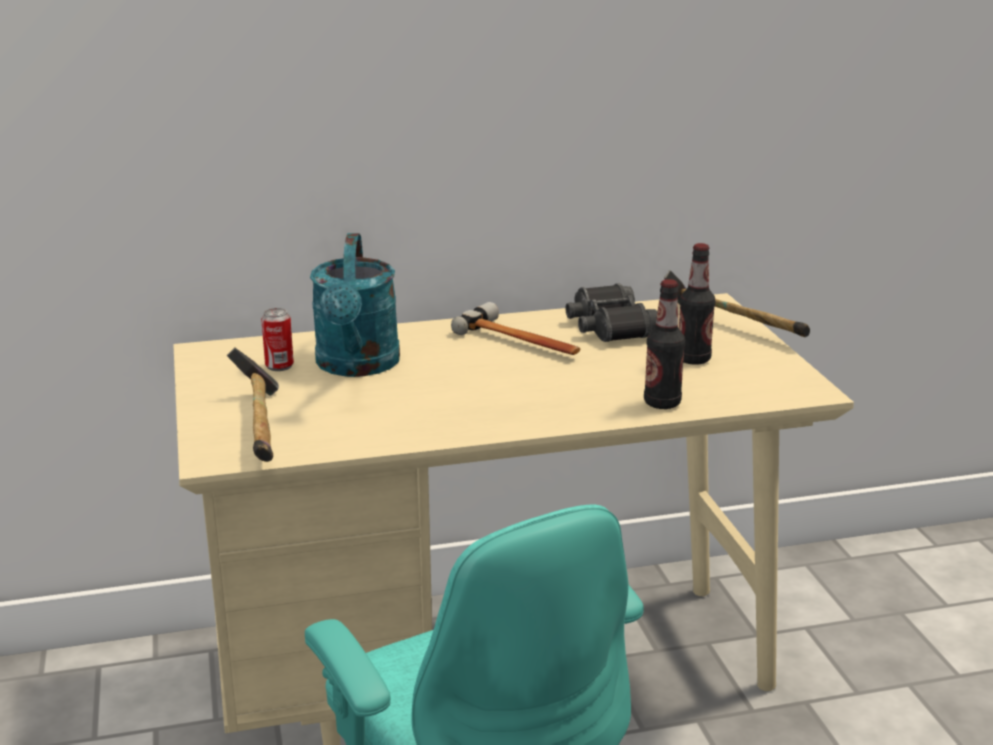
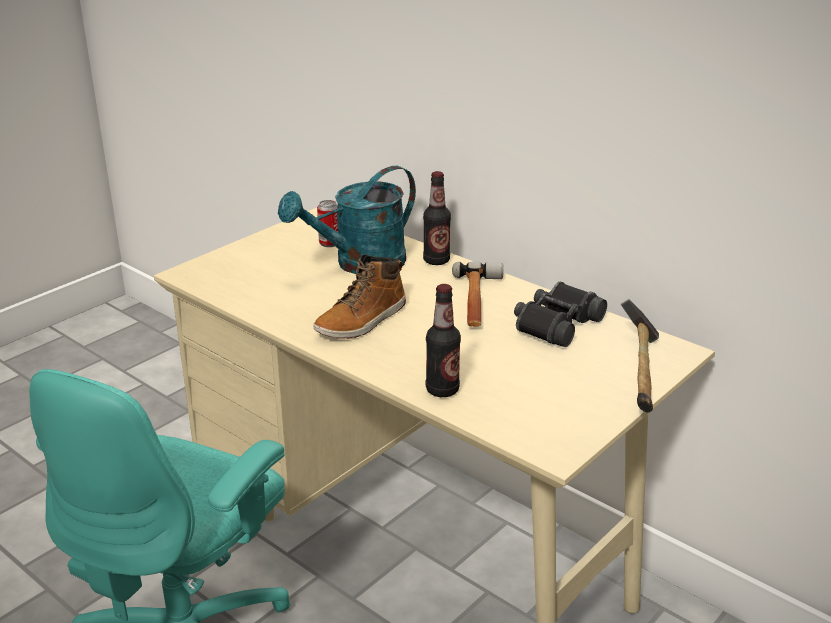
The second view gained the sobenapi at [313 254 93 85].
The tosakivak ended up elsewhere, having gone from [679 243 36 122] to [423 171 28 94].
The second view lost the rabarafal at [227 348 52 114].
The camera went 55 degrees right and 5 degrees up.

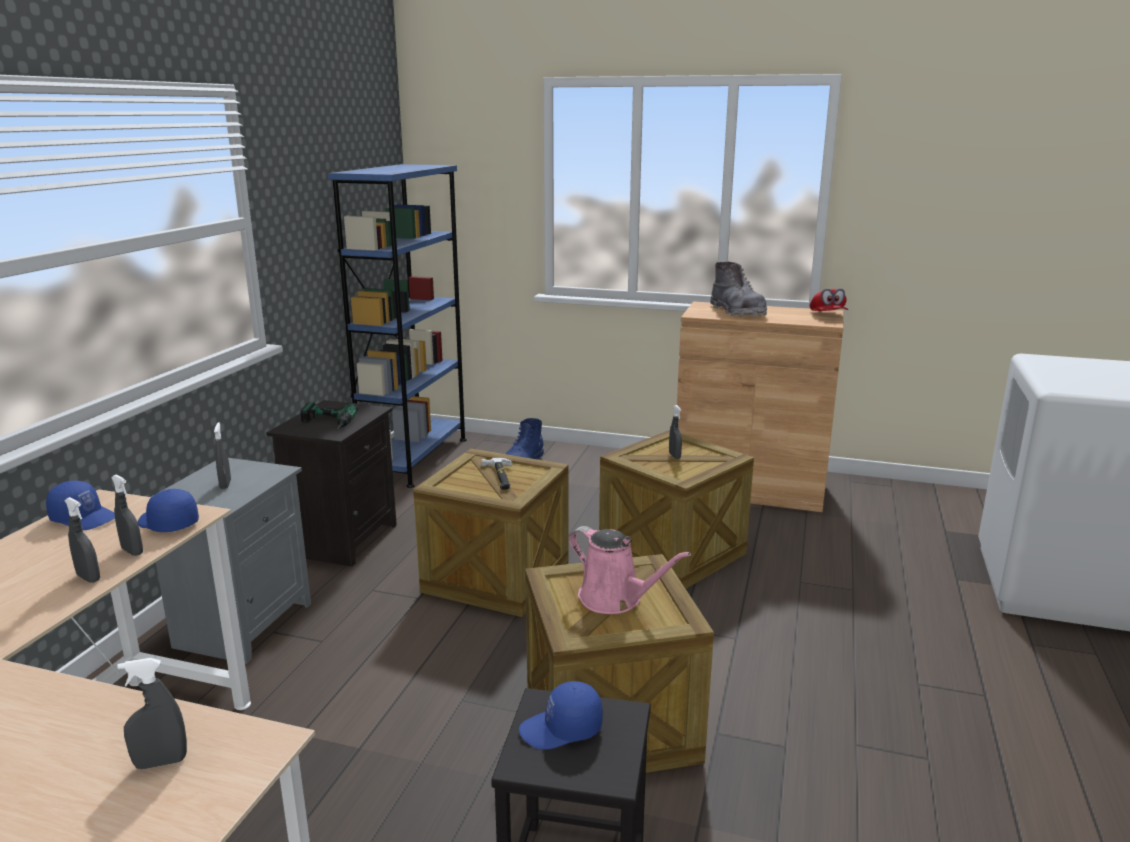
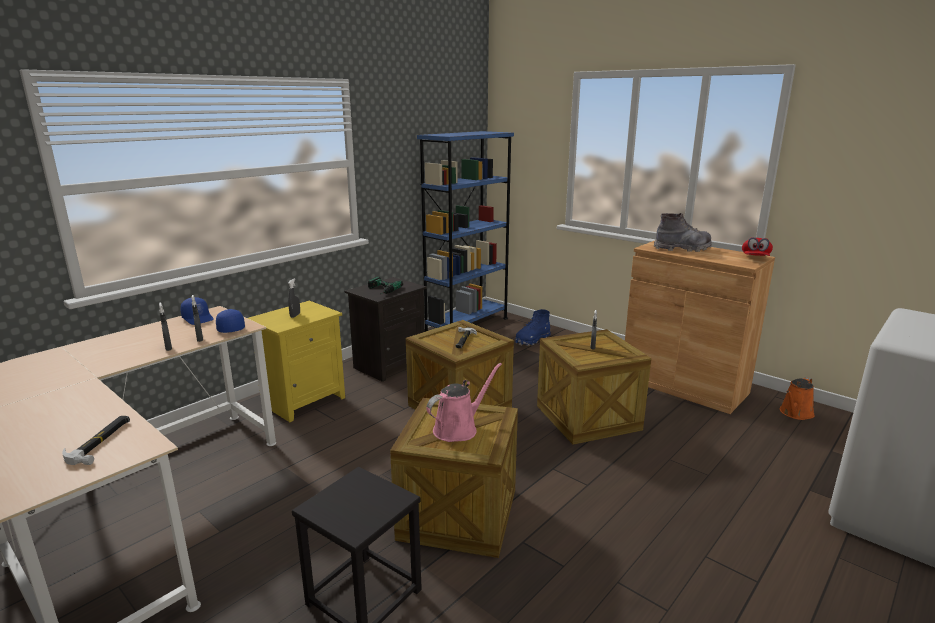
Where the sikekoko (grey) stood at [117 658 70 111], the rabarafal came to stand at [62 416 68 49].
What was the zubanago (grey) at [151 458 160 206] turned into the zubanago (yellow) at [248 301 97 121].
The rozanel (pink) at [569 526 122 88] ended up facing another way, 105 degrees counterclockwise from before.
The sobenapi (grey) at [710 262 57 55] ended up facing another way, 90 degrees counterclockwise from before.
The second view gained the rozanel (orange) at [780 377 35 43].
The second view lost the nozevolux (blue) at [519 681 84 69].
The camera went 25 degrees right and 0 degrees up.

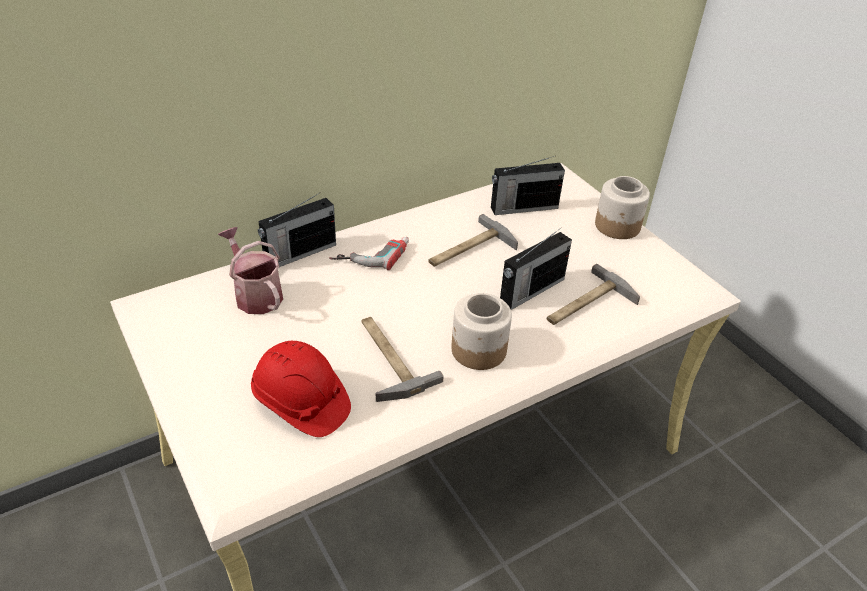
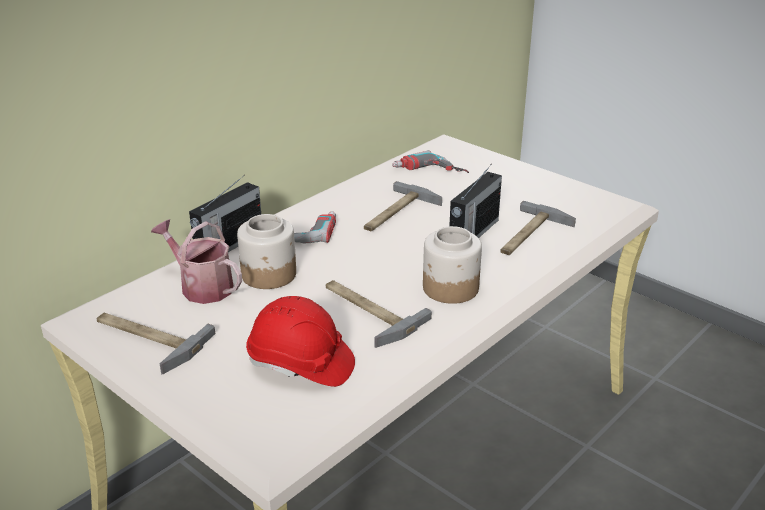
The second view gained the rabarafal at [97 313 118 61].
The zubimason ended up elsewhere, having gone from [595 176 55 63] to [237 214 59 75].
Where the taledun stood at [491 156 74 59], the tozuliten came to stand at [392 150 77 23].
The camera went 15 degrees left and 10 degrees down.

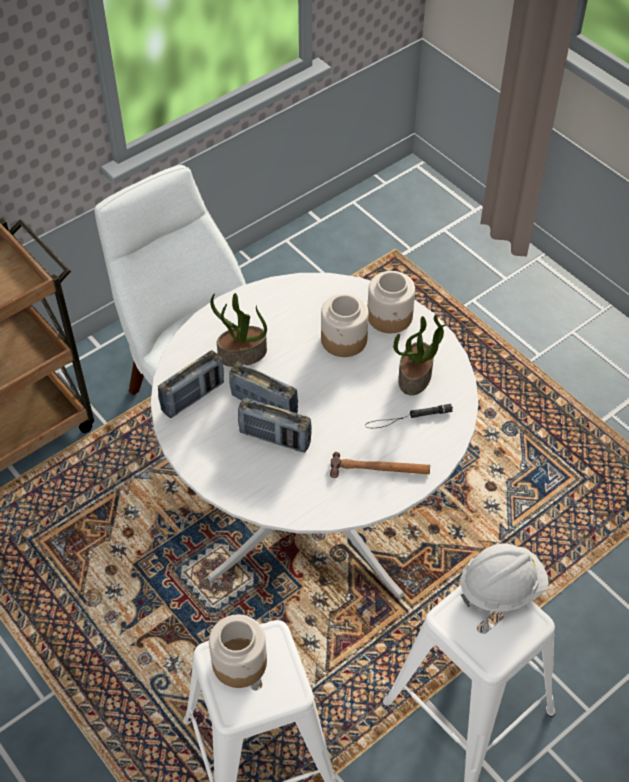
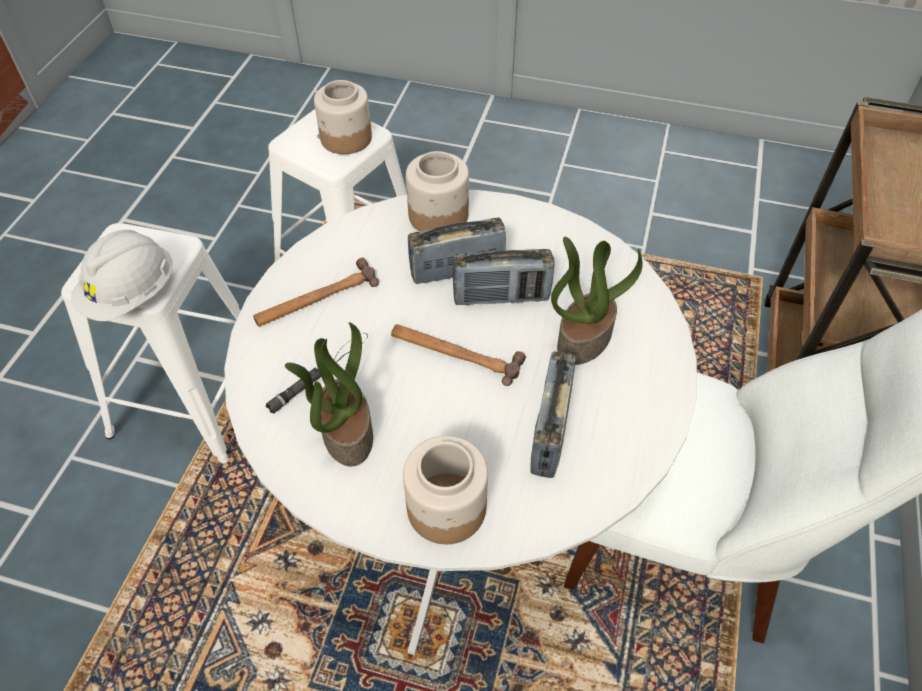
The second view gained the rabarafal at [391 324 135 62].
The zubimason ended up elsewhere, having gone from [321 294 48 63] to [406 151 63 81].
The taledun ended up elsewhere, having gone from [158 350 66 68] to [530 351 45 127].
The camera went 145 degrees right and 0 degrees up.

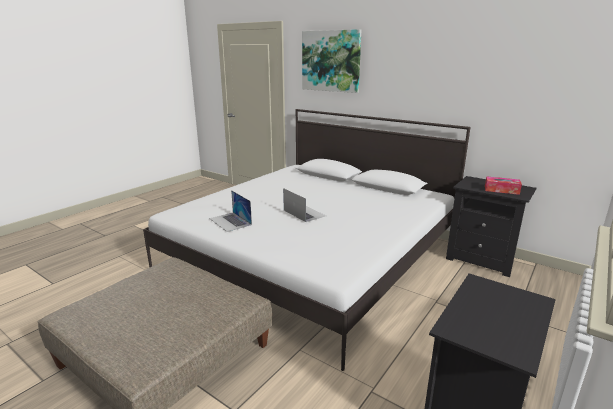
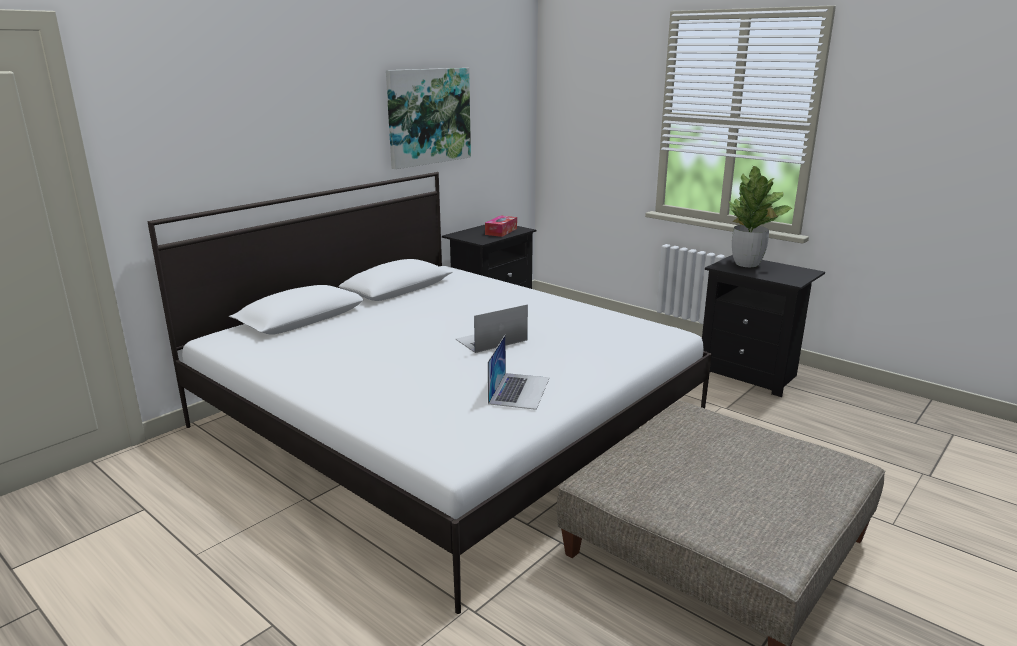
The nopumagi ended up elsewhere, having gone from [302 29 59 64] to [386 68 85 101].
The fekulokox at [209 190 43 42] ended up facing another way, 45 degrees counterclockwise from before.
The second view gained the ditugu at [729 166 63 101].
The camera went 85 degrees left and 0 degrees up.

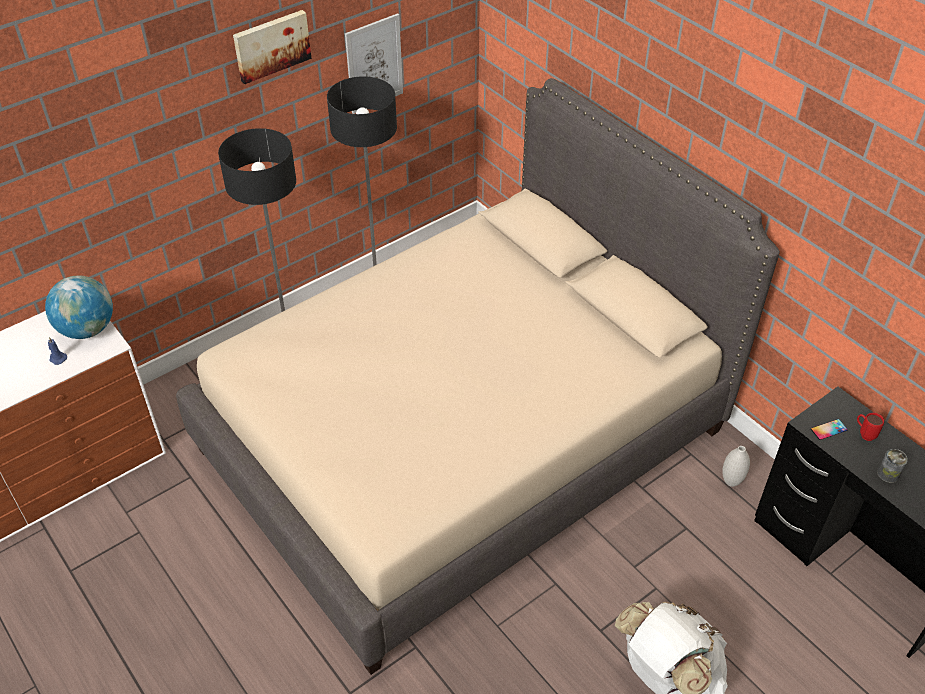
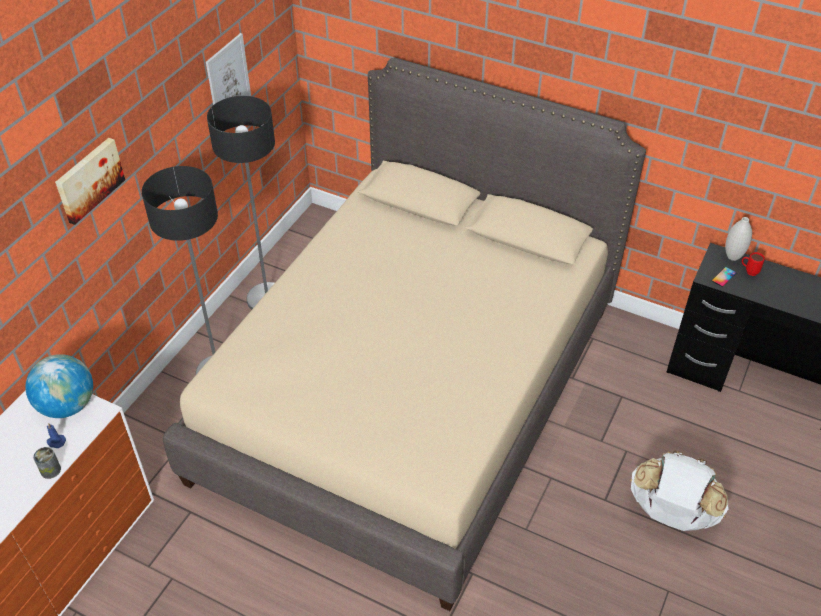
The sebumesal ended up elsewhere, having gone from [877 449 31 34] to [33 447 28 32].
The nopumagi ended up elsewhere, having gone from [233 10 79 74] to [55 138 70 87].
The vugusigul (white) ended up elsewhere, having gone from [722 446 28 41] to [725 217 27 44].
The camera went 25 degrees left and 0 degrees up.

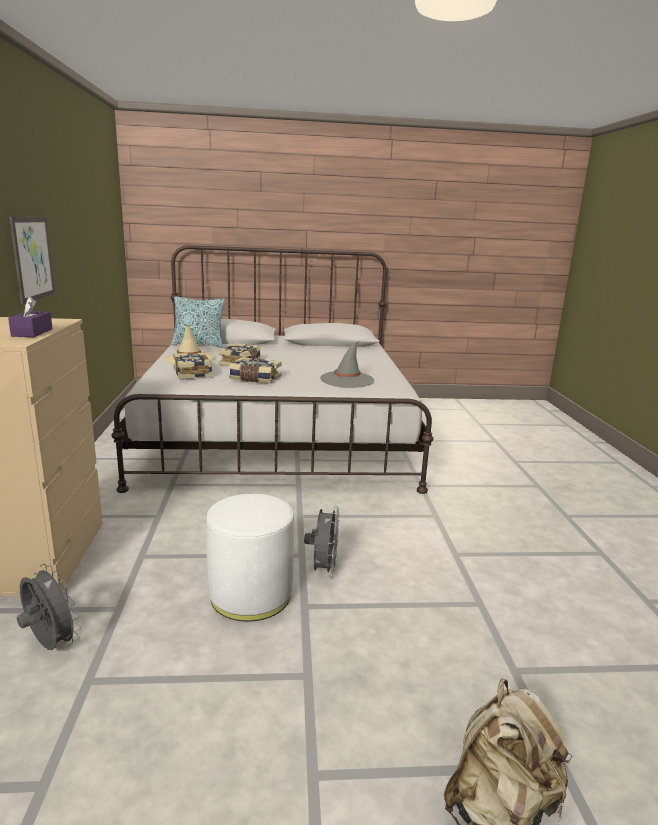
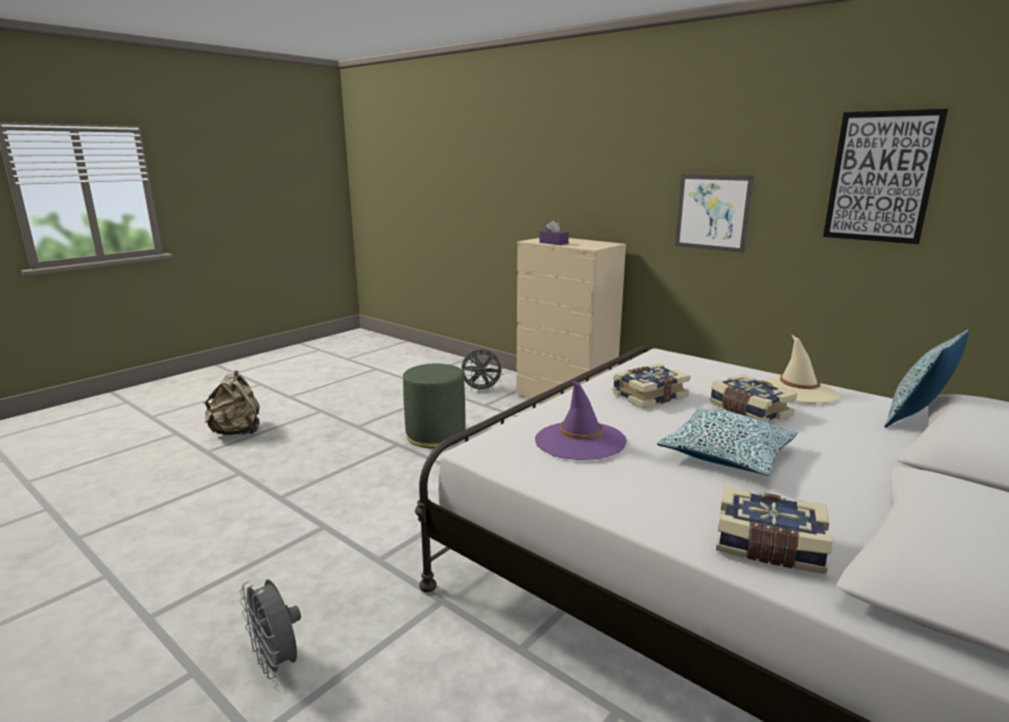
The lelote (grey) ended up elsewhere, having gone from [304 506 35 71] to [239 579 62 100].
What was the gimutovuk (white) at [206 494 88 128] turned into the gimutovuk (green) at [403 364 62 84].
What was the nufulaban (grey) at [320 341 54 47] turned into the nufulaban (purple) at [535 381 92 79].
The second view gained the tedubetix at [657 408 141 68].
The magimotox ended up elsewhere, having gone from [173 352 39 27] to [716 487 116 87].
The second view gained the nopumagi at [823 109 125 135].
The camera went 135 degrees right and 0 degrees up.

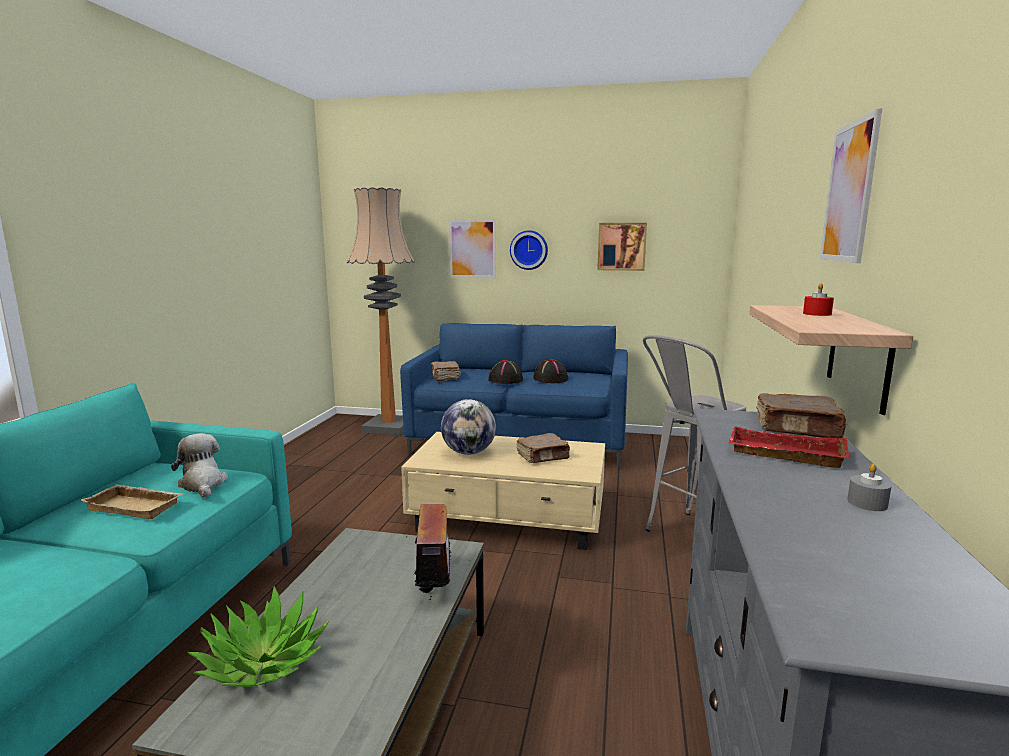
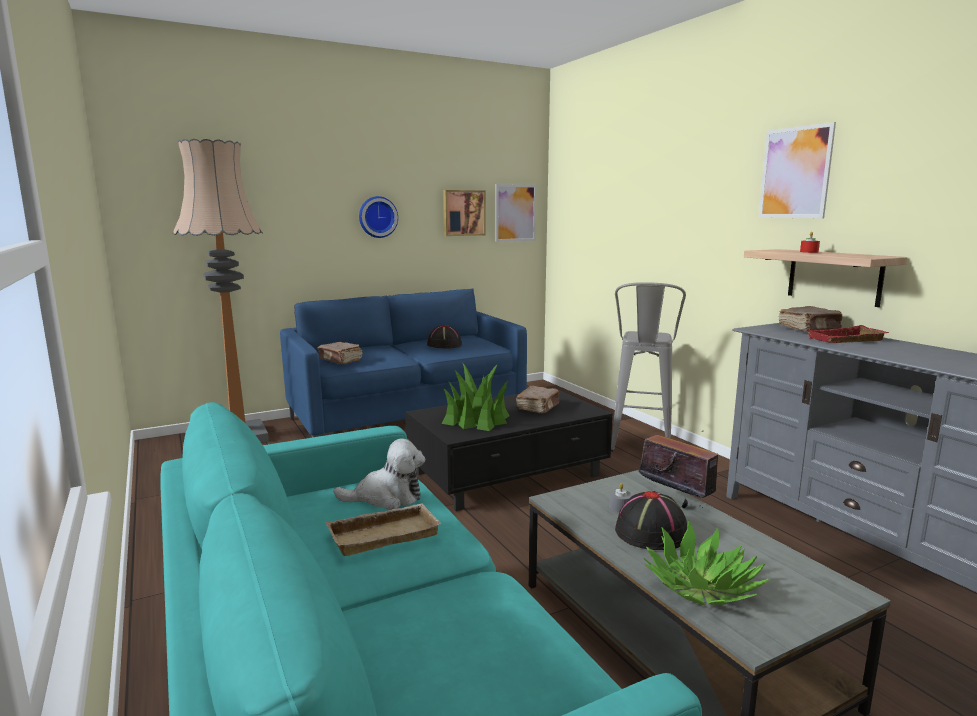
The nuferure at [171 433 57 64] ended up facing another way, 150 degrees clockwise from before.
What was the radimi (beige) at [401 432 204 118] turned into the radimi (black) at [405 388 208 123].
Where the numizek stood at [441 399 55 56], the ditugu came to stand at [442 362 68 69].
The nopumagi ended up elsewhere, having gone from [449 219 47 59] to [495 184 41 58].
The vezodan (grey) ended up elsewhere, having gone from [847 464 45 47] to [609 483 23 30].
The nufulaban (black) ended up elsewhere, having gone from [488 360 35 24] to [615 491 72 59].
The camera went 40 degrees left and 0 degrees up.

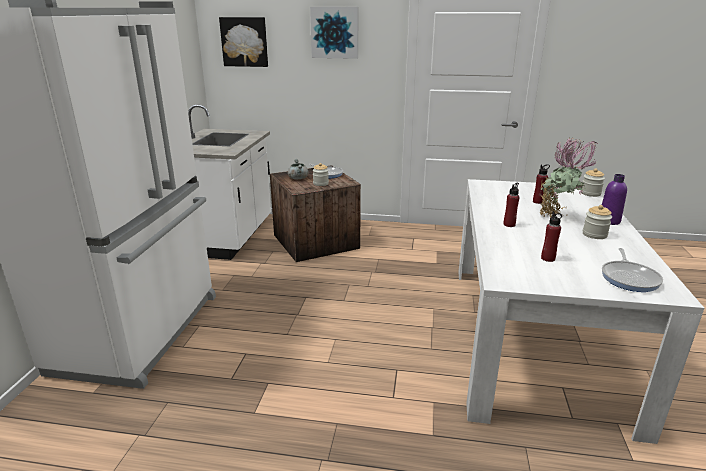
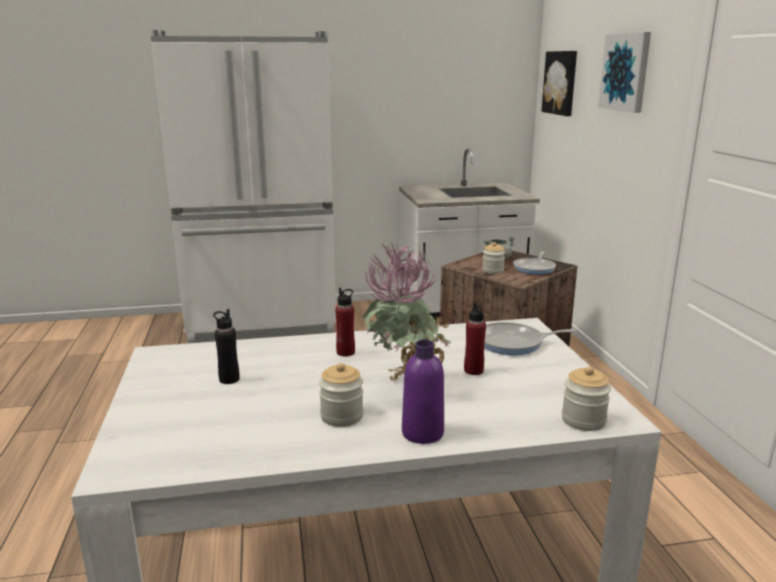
What was the tosakivak (red) at [541 211 21 51] turned into the tosakivak (black) at [213 309 27 75].
The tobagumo ended up elsewhere, having gone from [602 248 61 44] to [484 322 91 33].
The camera went 70 degrees right and 5 degrees down.

